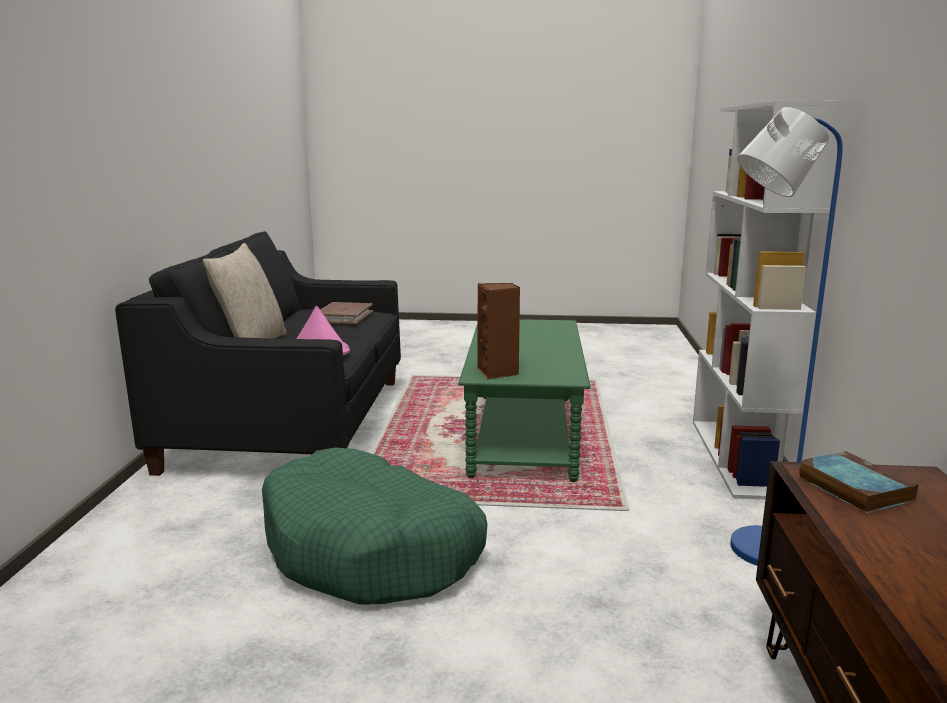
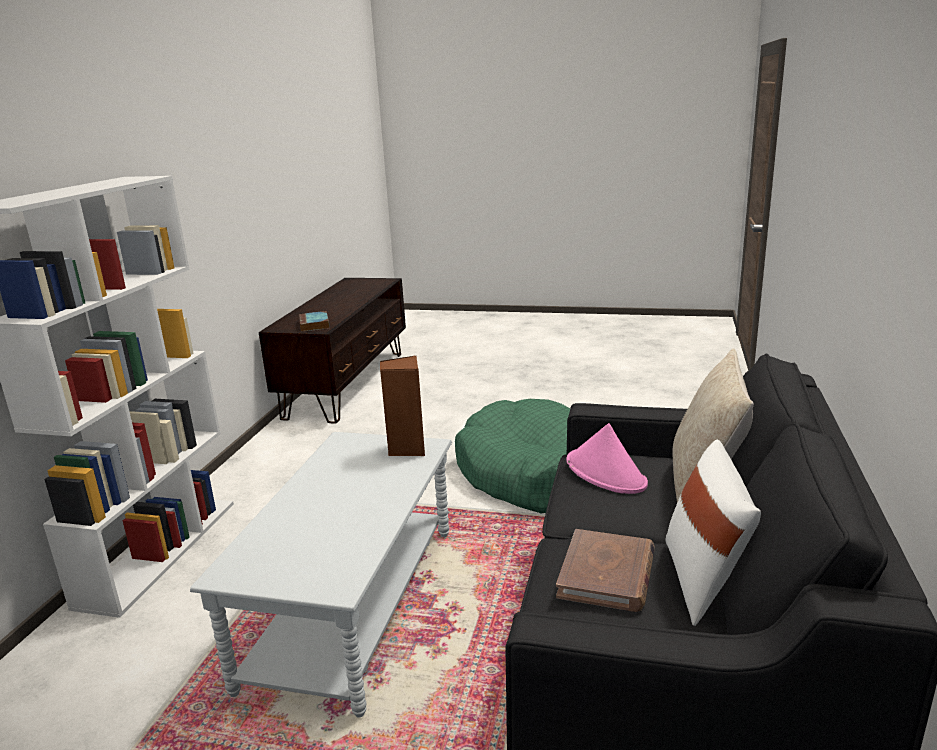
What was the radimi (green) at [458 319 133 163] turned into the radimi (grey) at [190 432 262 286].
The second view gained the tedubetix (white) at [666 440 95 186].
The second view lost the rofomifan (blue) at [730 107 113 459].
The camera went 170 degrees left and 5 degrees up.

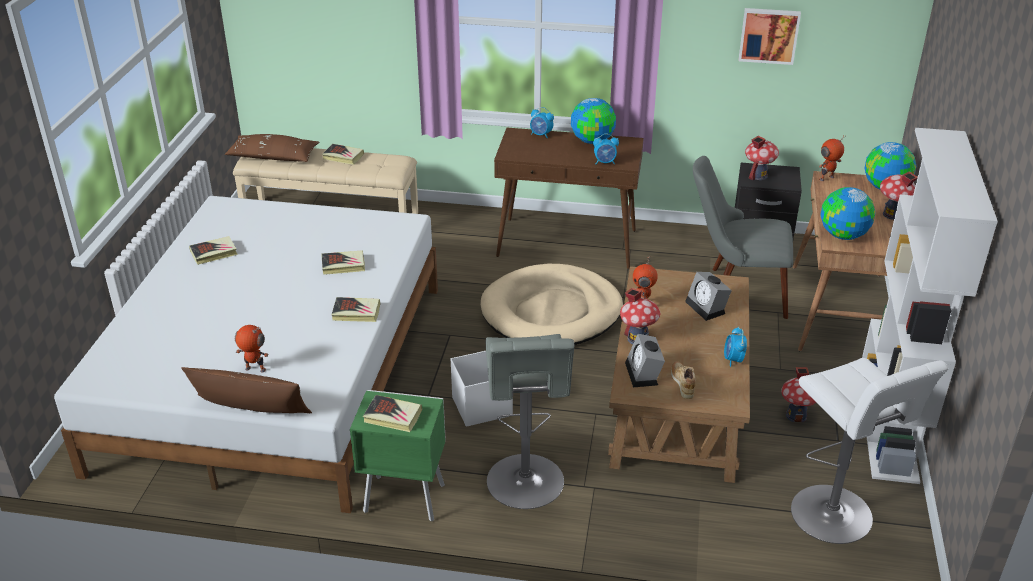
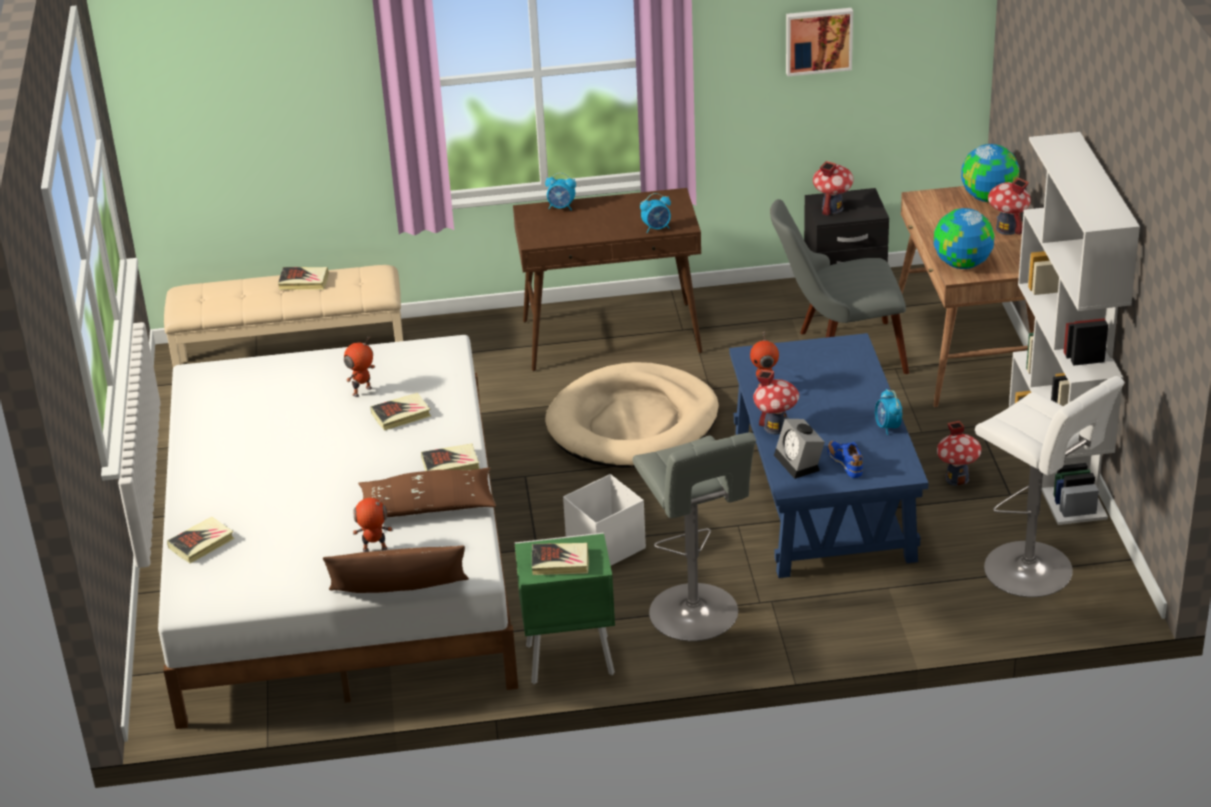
The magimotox ended up elsewhere, having gone from [189 236 49 29] to [167 517 68 46].
The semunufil ended up elsewhere, having gone from [819 135 27 46] to [344 337 31 60].
The tedubetix (brown) ended up elsewhere, having gone from [225 134 94 28] to [358 468 138 49].
What was the radimi (brown) at [608 266 142 217] turned into the radimi (blue) at [729 333 200 245].
What was the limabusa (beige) at [671 362 25 37] turned into the limabusa (blue) at [828 441 35 37].
The second view lost the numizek at [571 98 45 46].
The second view lost the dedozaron at [685 272 47 49].
The camera went 15 degrees left and 0 degrees up.

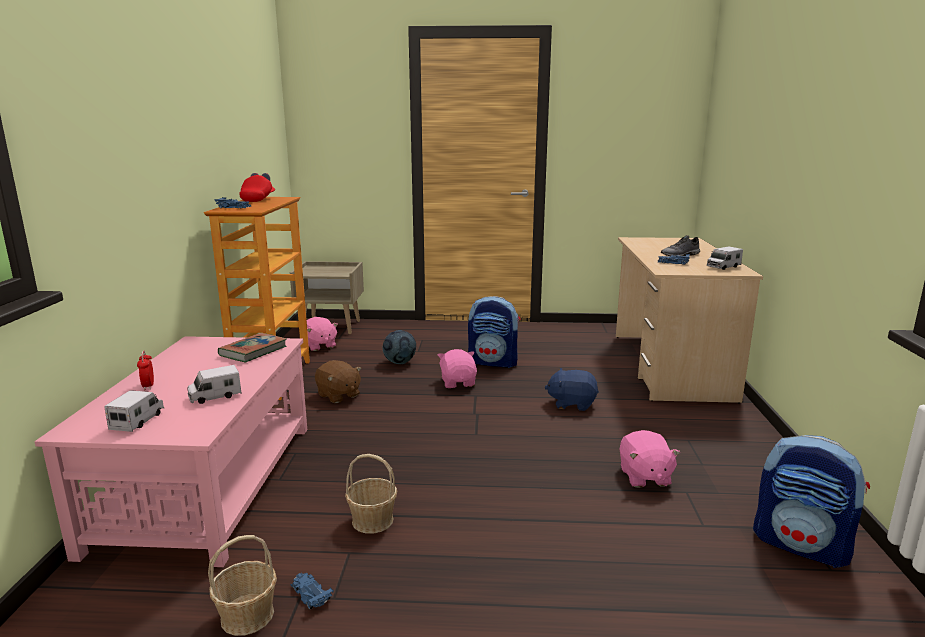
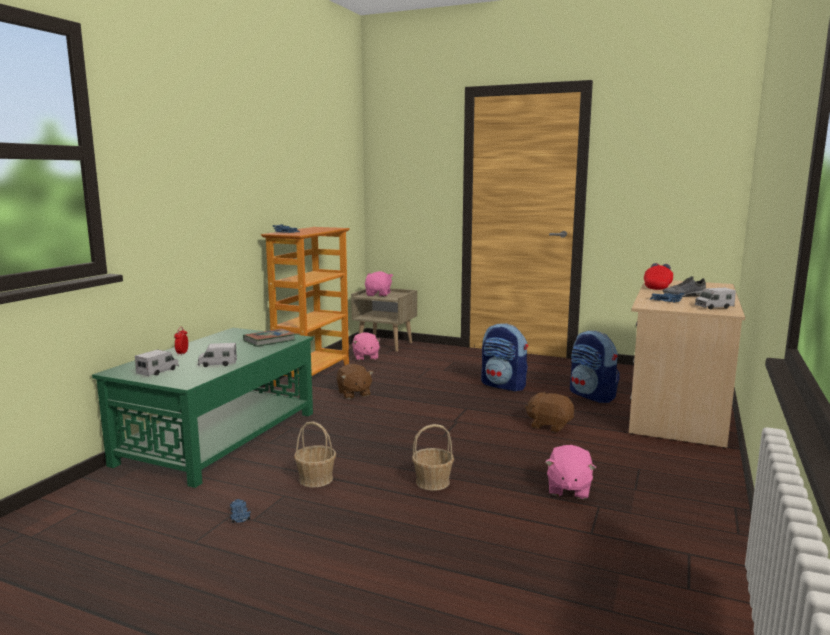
What was the radimi (pink) at [35 336 272 231] turned into the radimi (green) at [92 328 221 160].
The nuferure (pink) ended up elsewhere, having gone from [438 349 39 39] to [365 271 28 25].
The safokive ended up elsewhere, having gone from [208 535 69 101] to [412 424 42 67].
What was the nuferure (blue) at [545 368 54 43] turned into the nuferure (brown) at [525 391 49 41].
The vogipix ended up elsewhere, having gone from [753 435 117 133] to [570 331 50 72].
The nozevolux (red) ended up elsewhere, having gone from [239 173 36 29] to [644 263 29 27].
The second view lost the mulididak at [382 330 34 34].
The camera went 20 degrees right and 5 degrees down.

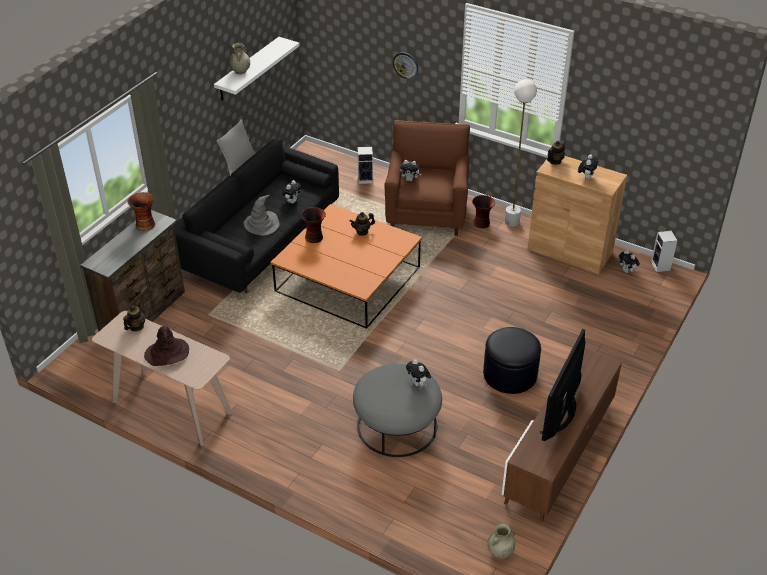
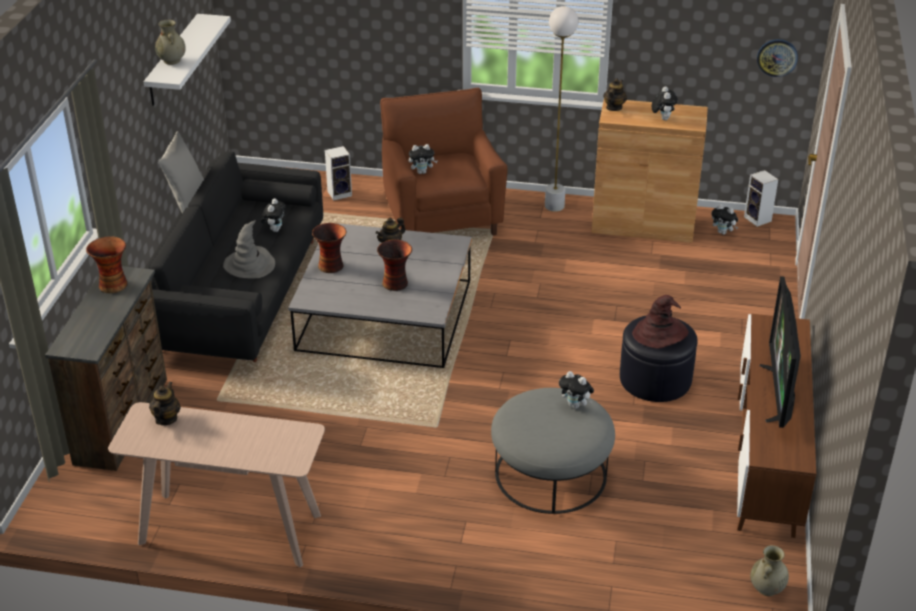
What was the radimi (orange) at [270 204 152 125] turned into the radimi (grey) at [288 223 184 145].
The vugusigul ended up elsewhere, having gone from [472 195 23 33] to [377 240 35 51].
The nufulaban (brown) ended up elsewhere, having gone from [144 326 45 40] to [632 295 56 54].
The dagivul ended up elsewhere, having gone from [393 52 25 27] to [757 39 41 38].
The camera went 20 degrees left and 5 degrees down.

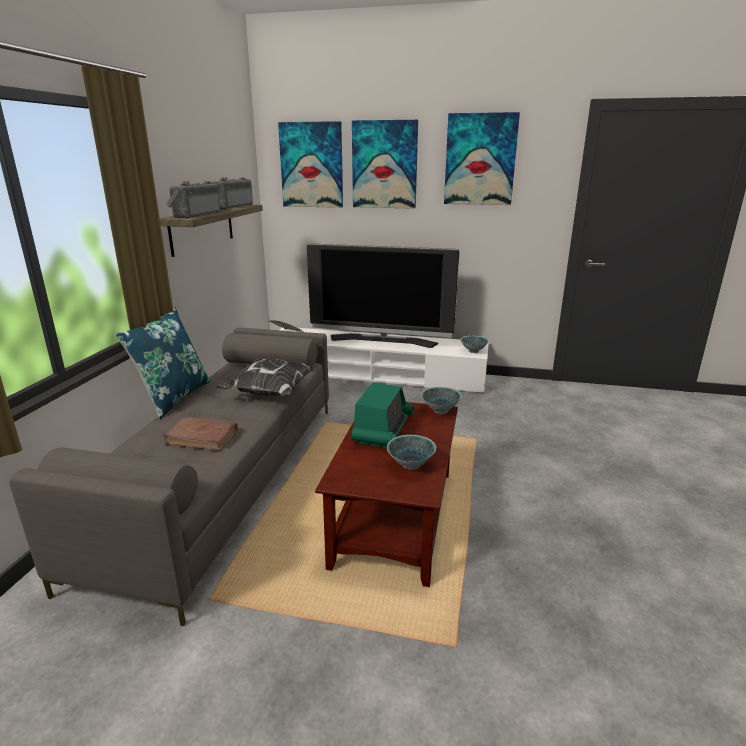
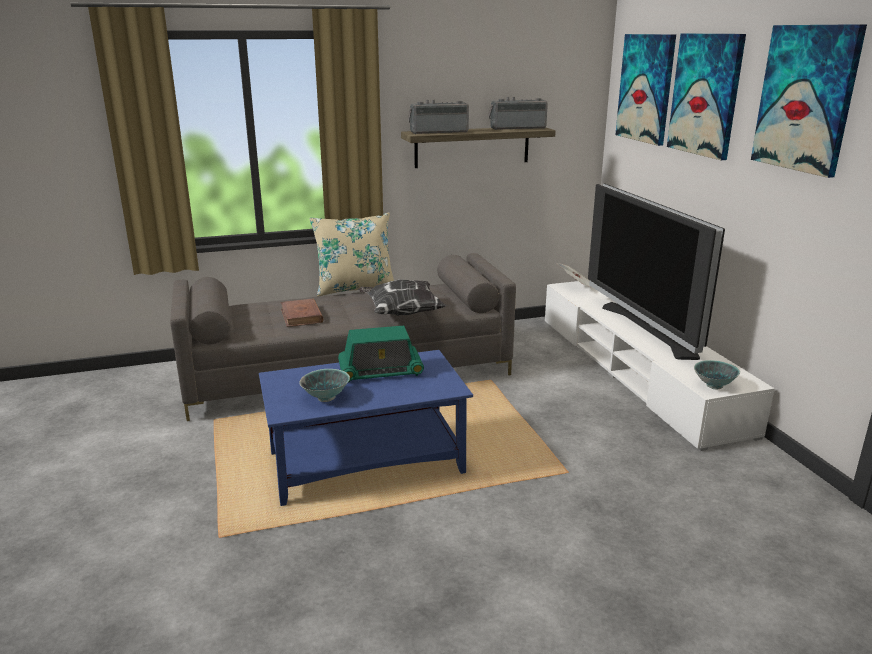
What was the radimi (brown) at [315 402 143 185] turned into the radimi (blue) at [259 350 214 156].
What was the tedubetix (blue) at [115 307 96 112] turned into the tedubetix (beige) at [309 213 85 84].
The second view lost the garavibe at [421 387 41 27].
The camera went 60 degrees right and 0 degrees up.

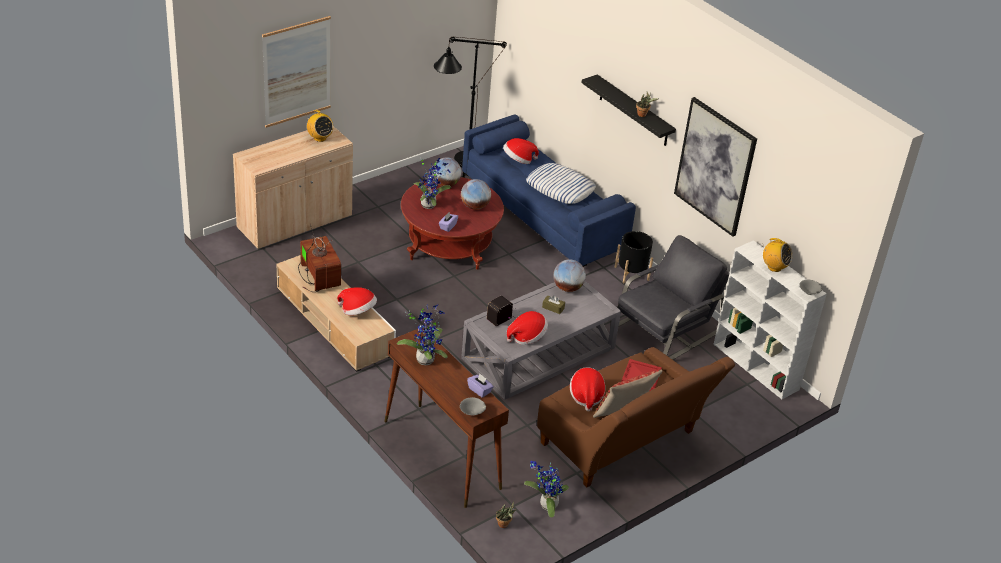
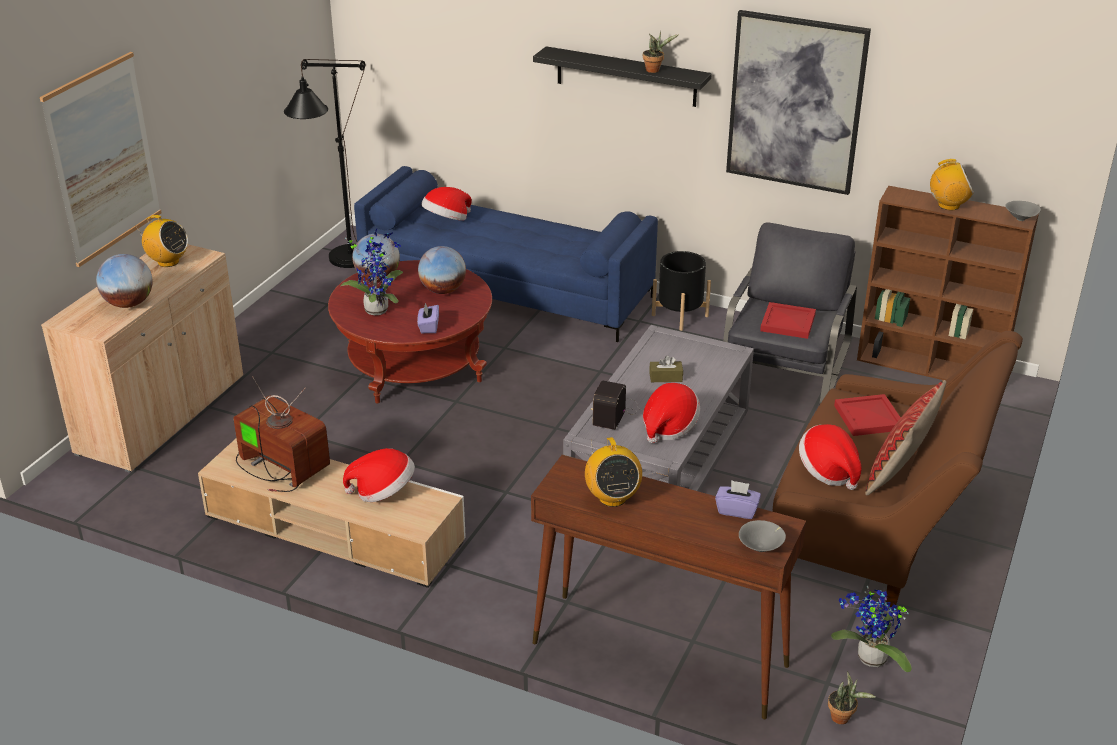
The numizek ended up elsewhere, having gone from [553 259 33 33] to [96 254 57 54].
Where the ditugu stood at [397 303 51 62], the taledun came to stand at [585 437 57 70].
The second view gained the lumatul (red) at [760 302 56 37].
What was the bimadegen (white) at [714 240 113 159] turned into the bimadegen (brown) at [857 186 182 194].
The second view lost the tedubetix at [526 163 70 41].
The camera went 25 degrees left and 5 degrees down.

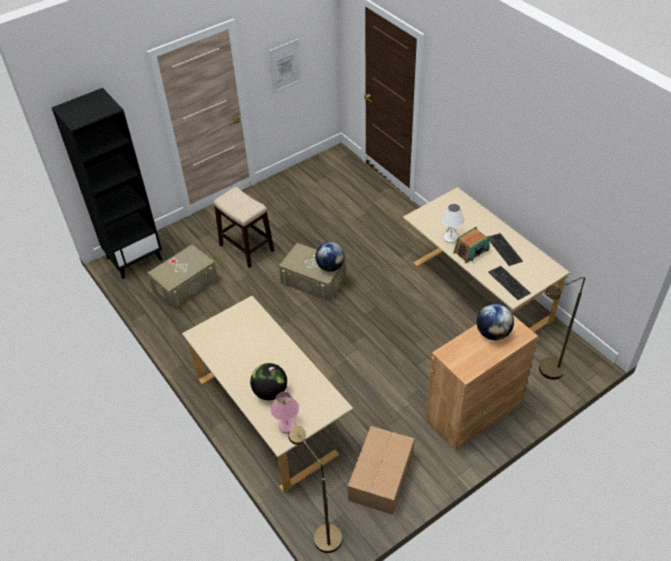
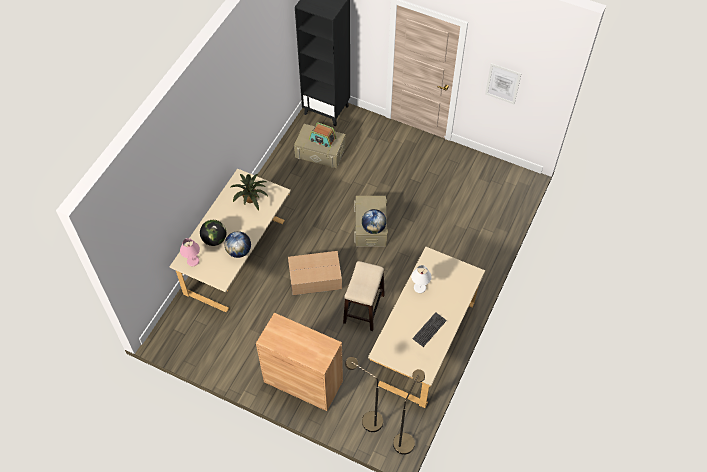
The numizek ended up elsewhere, having gone from [477 303 37 37] to [225 231 26 27].
The second view gained the ditugu at [231 174 37 36].
The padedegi ended up elsewhere, having gone from [348 426 66 89] to [288 251 54 44].
The taledun ended up elsewhere, having gone from [453 227 37 36] to [309 122 27 26].
The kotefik ended up elsewhere, having gone from [214 187 60 81] to [343 261 42 70].
The rofomifan (brown) ended up elsewhere, having gone from [288 426 54 127] to [393 369 32 86].
The second view lost the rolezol at [488 266 43 34].
The camera went 60 degrees right and 10 degrees up.

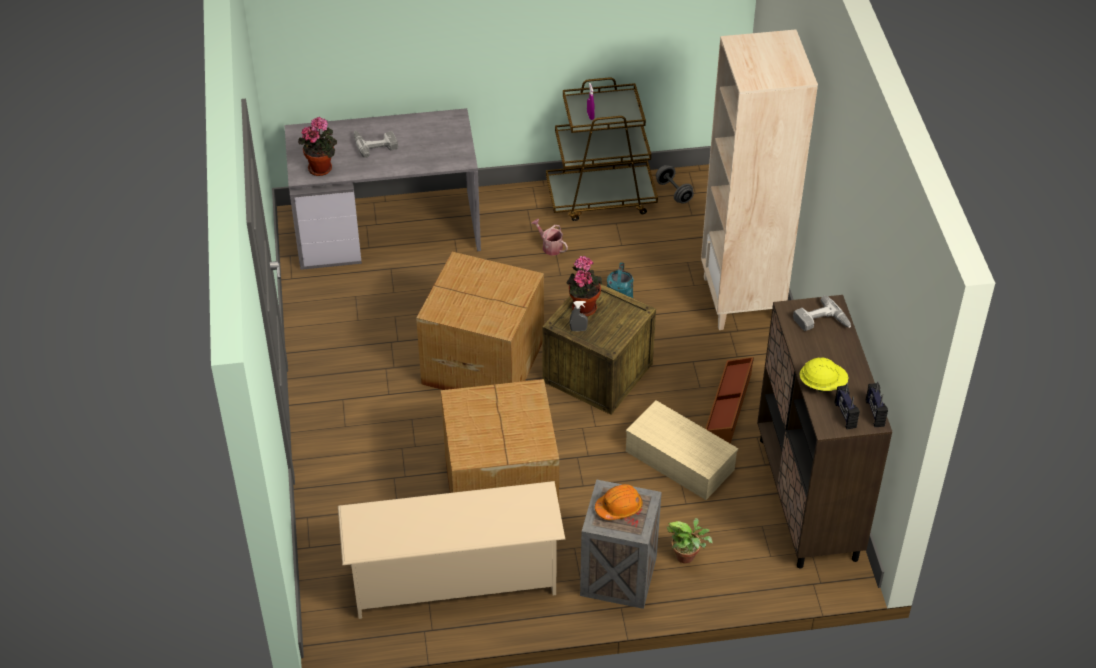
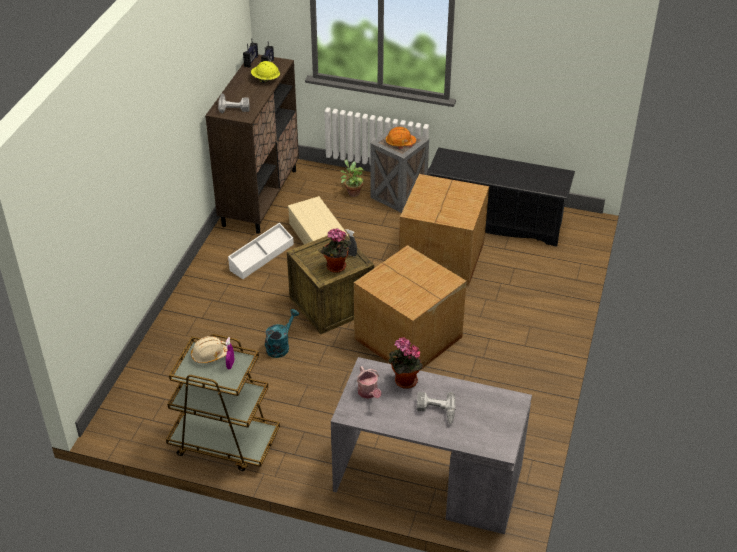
The second view gained the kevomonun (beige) at [191 336 36 28].
What was the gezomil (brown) at [705 357 49 87] turned into the gezomil (white) at [228 223 66 56].
The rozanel ended up elsewhere, having gone from [532 219 36 37] to [357 366 25 33].
The ditugu ended up elsewhere, having gone from [298 116 39 60] to [388 337 35 52].
What was the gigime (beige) at [338 481 227 138] turned into the gigime (black) at [427 147 148 100].
The second view lost the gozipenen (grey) at [656 165 38 39].
The second view lost the bimadegen (beige) at [701 29 117 301].
The camera went 155 degrees left and 5 degrees down.

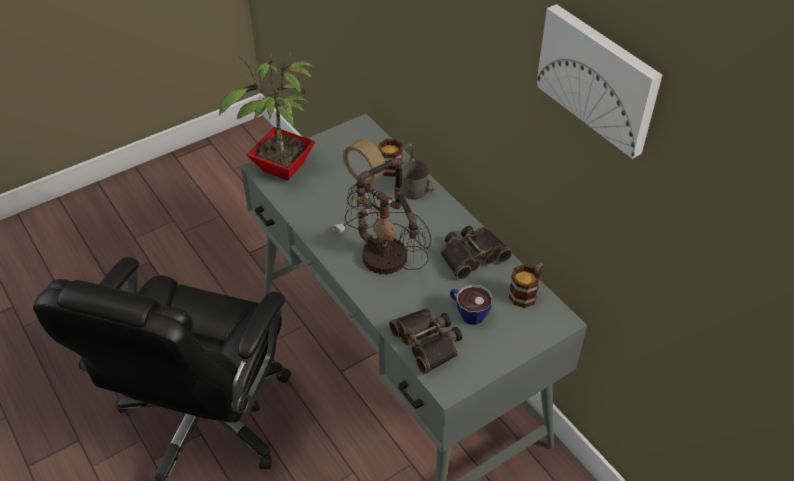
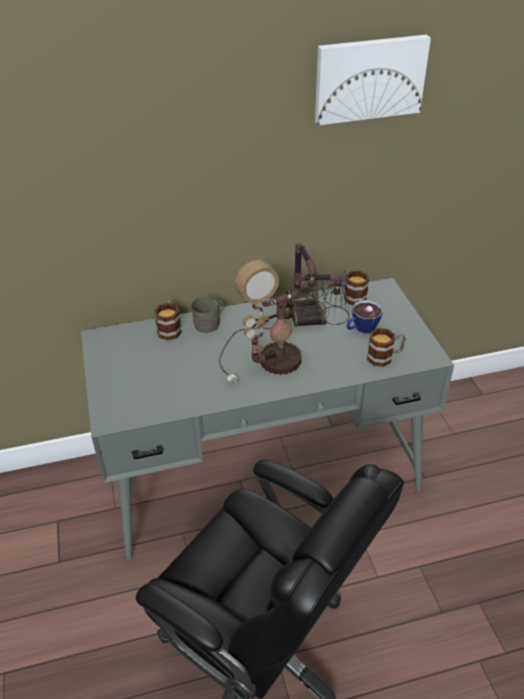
Where the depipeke stood at [389 309 73 65], the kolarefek came to stand at [367 328 39 39].
The second view lost the ditugu at [219 52 96 128].
The camera went 70 degrees left and 5 degrees down.

